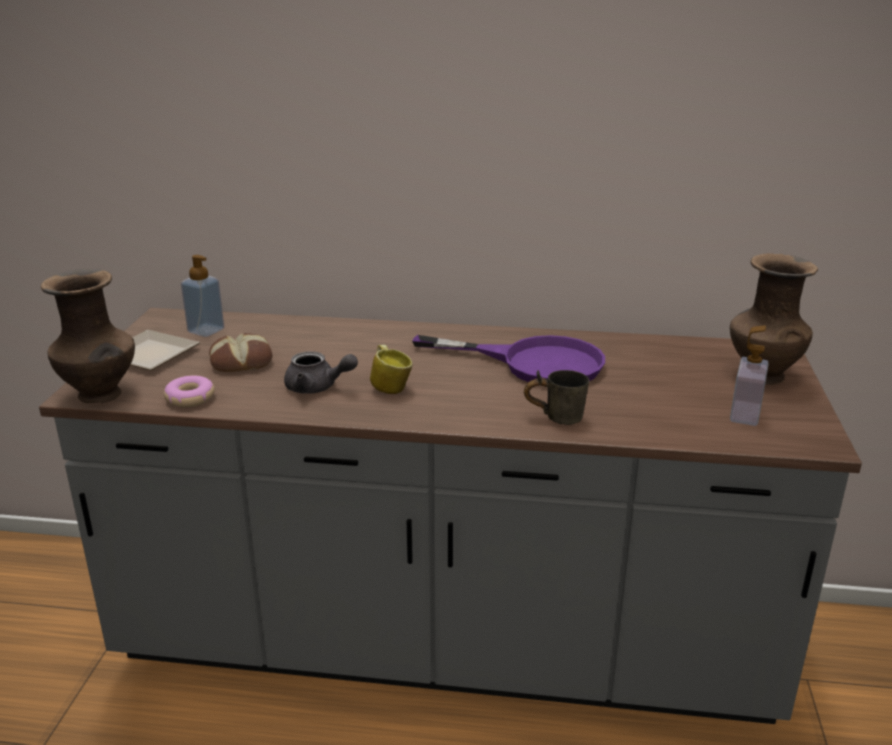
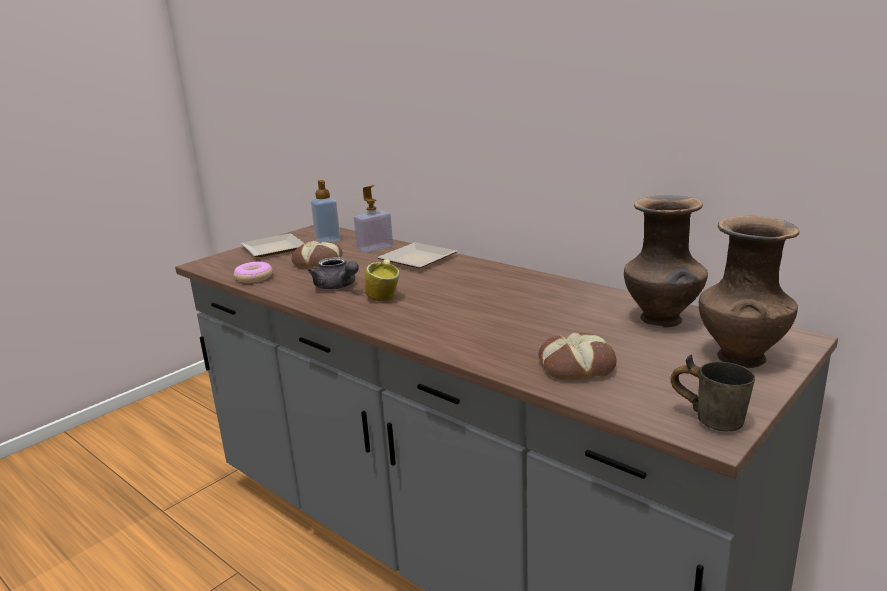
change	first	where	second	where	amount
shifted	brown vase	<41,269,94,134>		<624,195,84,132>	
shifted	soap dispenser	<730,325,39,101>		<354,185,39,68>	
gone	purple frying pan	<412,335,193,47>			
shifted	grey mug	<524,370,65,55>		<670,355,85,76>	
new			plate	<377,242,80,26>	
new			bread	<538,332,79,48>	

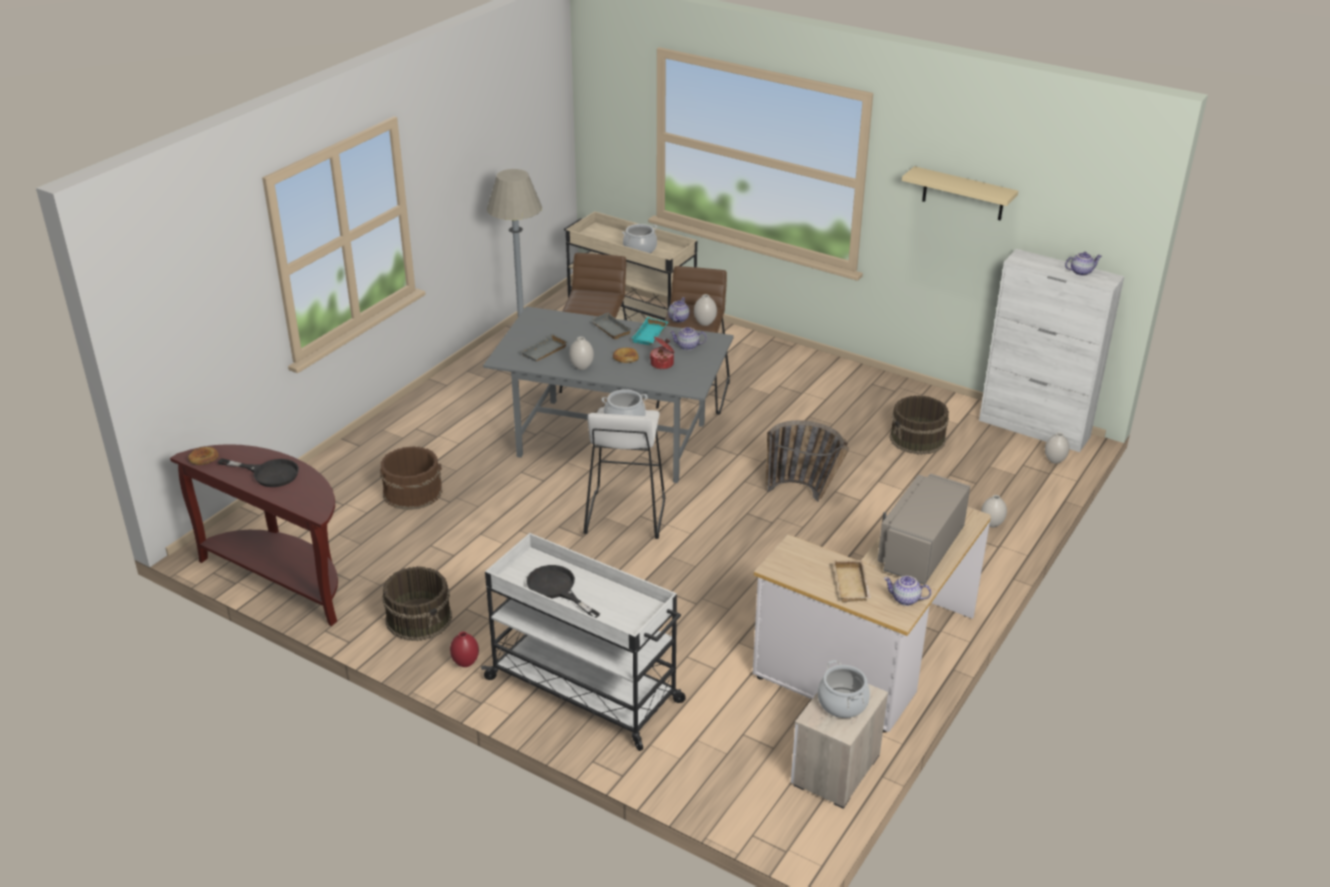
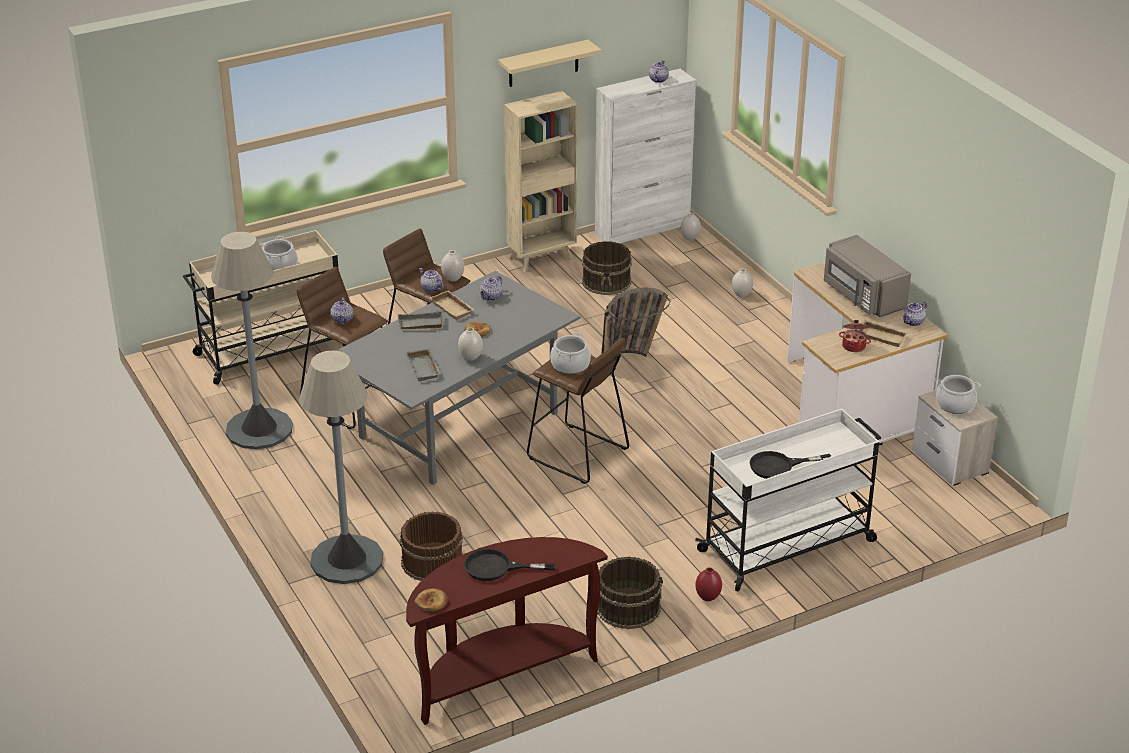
change	first	where	second	where	amount
repainted	turquoise tray	<631,317,37,28>	beige tray	<430,290,45,30>	
shifted	cooking pot	<650,337,24,32>		<839,320,32,32>	
repainted	white stool	<583,407,82,132>	brown stool	<527,338,102,146>	
rotated	black frying pan	<218,458,81,29>		<464,549,92,32>	135 degrees counterclockwise
new			beige bookcase	<504,91,73,182>	
new			teapot	<331,297,22,27>	
new			grey floor lamp	<299,351,84,233>	

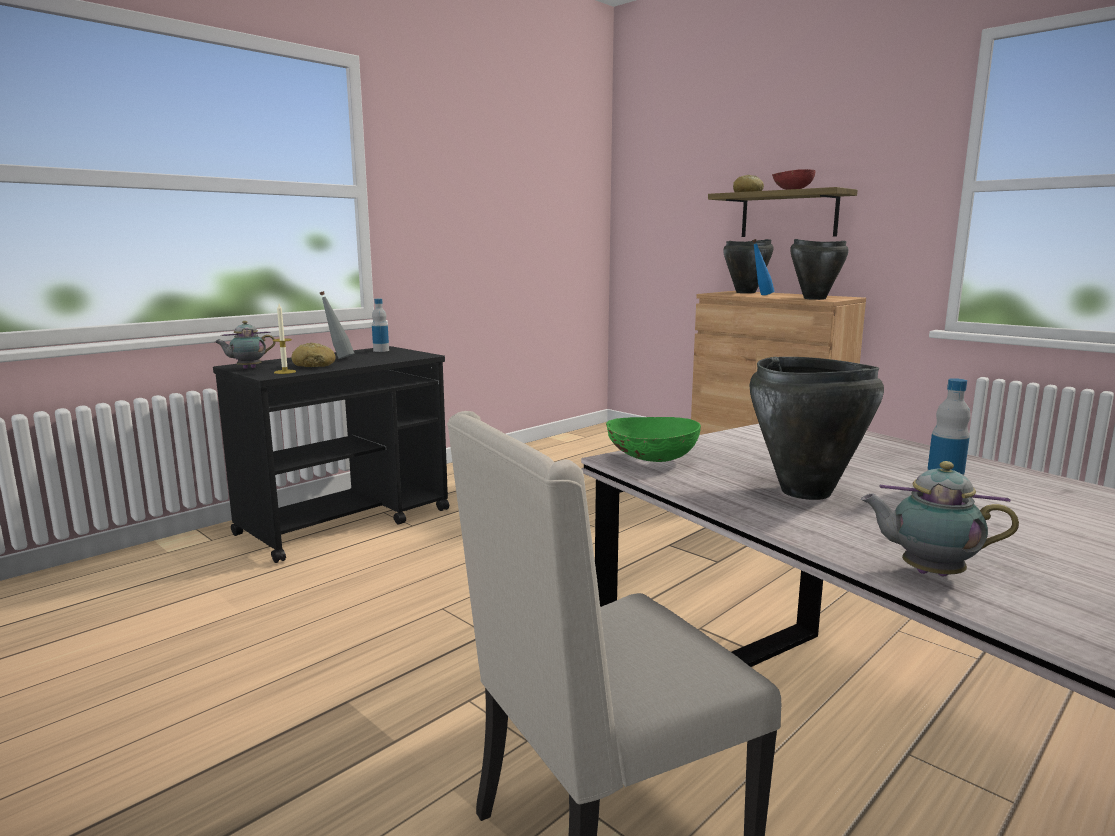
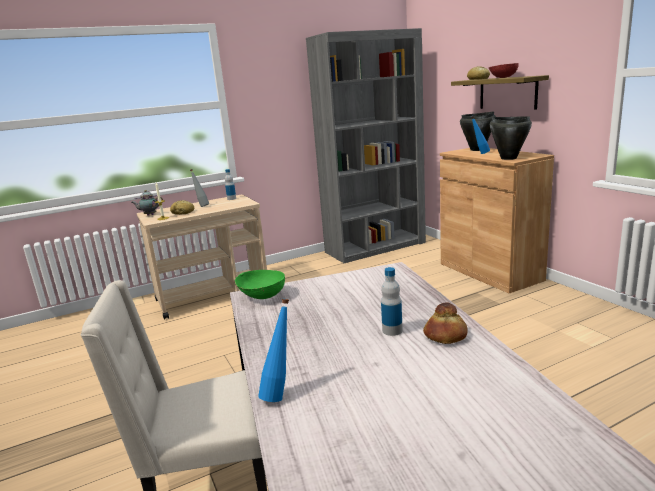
change	first	where	second	where	amount
repainted	black cart	<213,346,236,217>	beige cart	<137,194,130,126>	
gone	black cooking pot	<750,357,134,143>			
swapped	teapot	<861,461,158,115>	blue bottle	<258,299,31,103>	
new			grey bookcase	<306,28,120,235>	
new			bread	<423,302,45,42>	

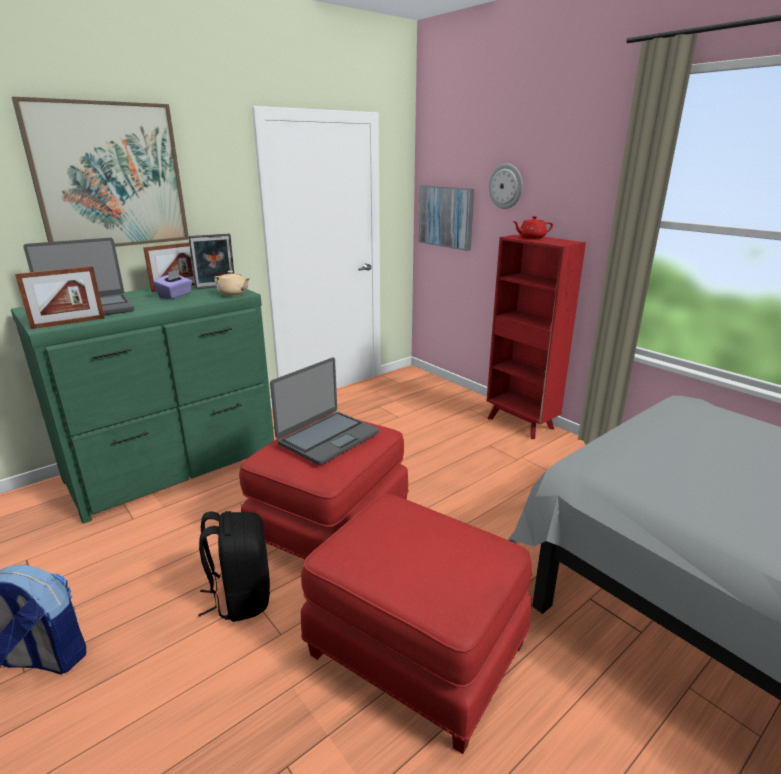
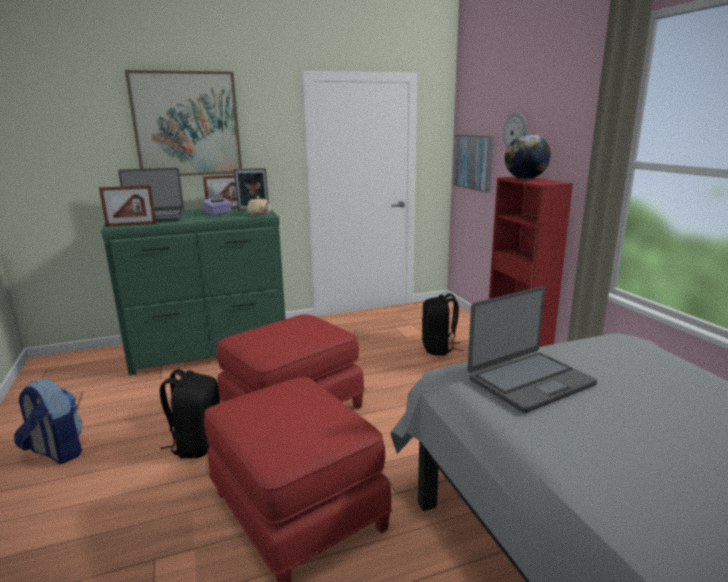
change	first	where	second	where	amount
swapped	red teapot	<512,216,41,23>	globe	<505,134,46,45>	
shifted	laptop	<270,357,109,108>		<467,286,130,127>	
new			black backpack	<422,293,41,62>	

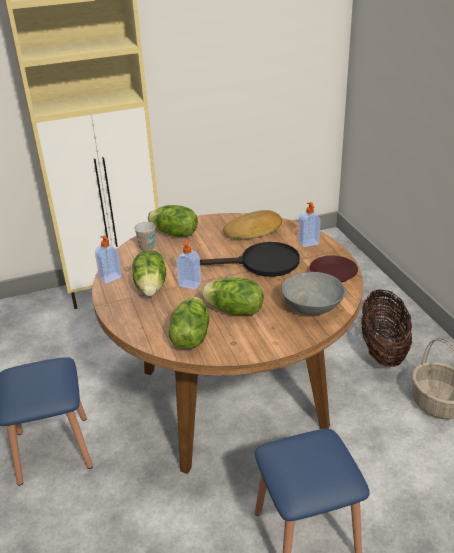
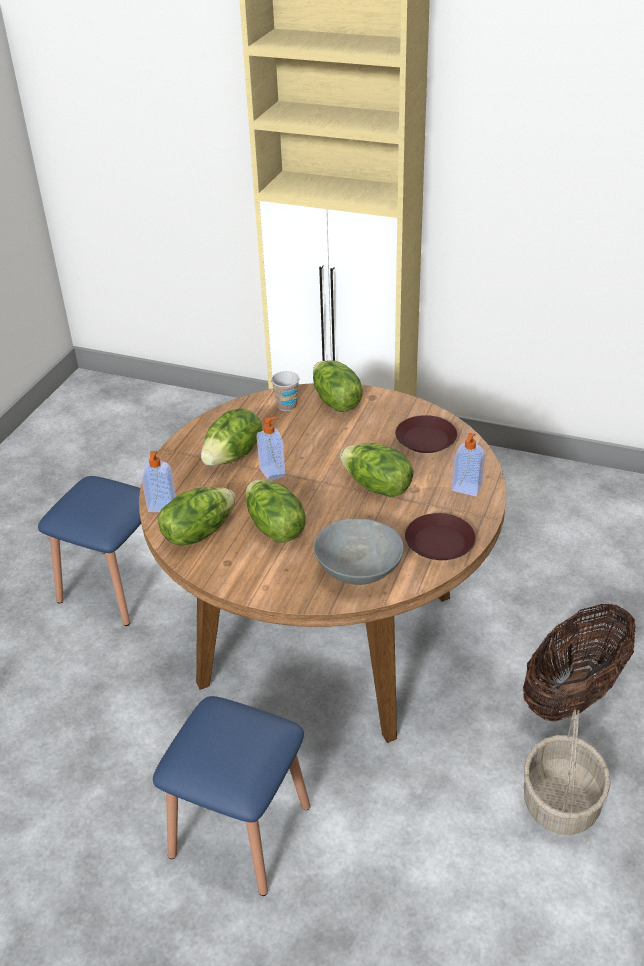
change	first	where	second	where	amount
swapped	bread	<223,210,59,29>	brown plate	<395,415,62,38>	
shifted	soap dispenser	<95,235,27,49>		<142,451,34,61>	
swapped	black frying pan	<200,242,100,35>	lettuce	<340,443,74,54>	

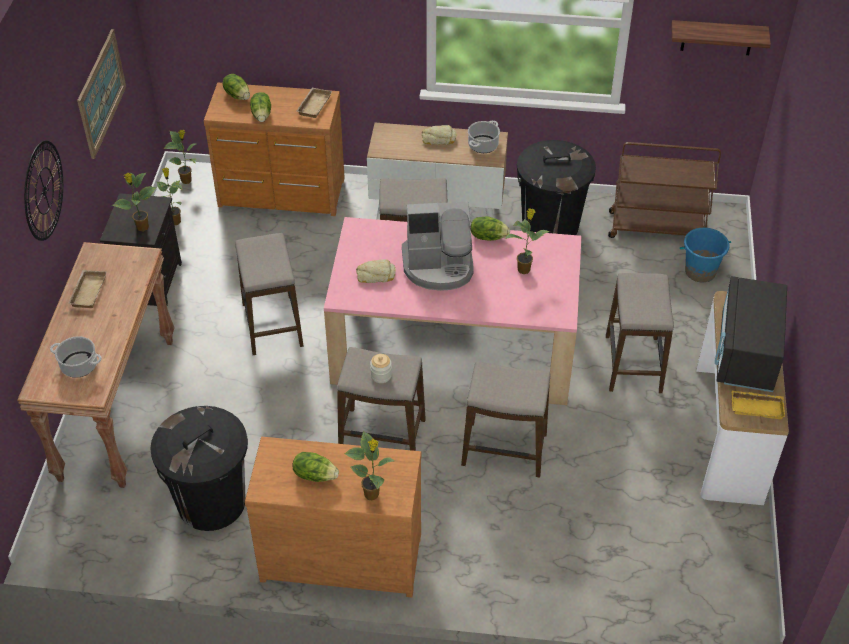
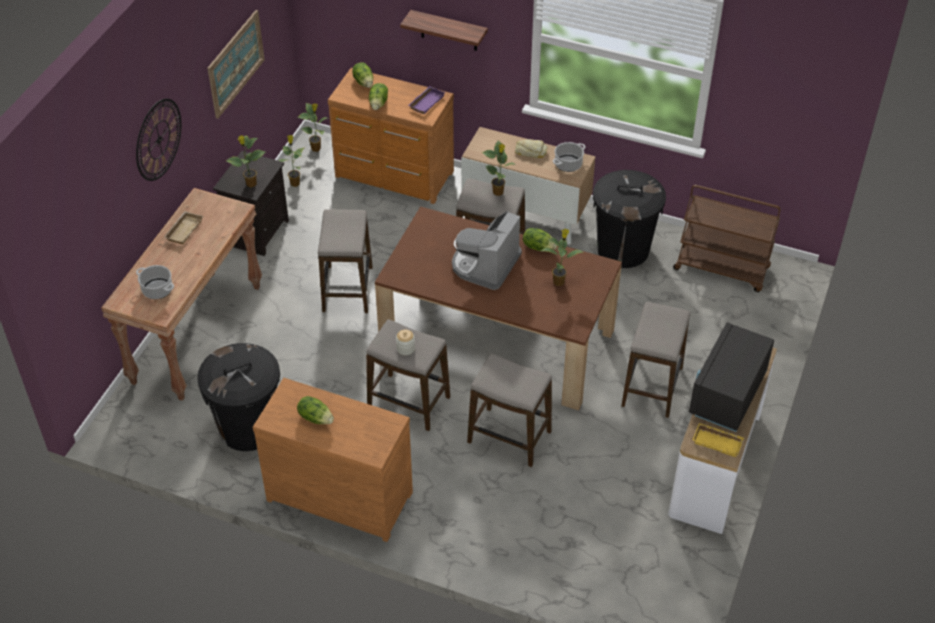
change	first	where	second	where	amount
shifted	shelf	<672,20,99,35>		<400,10,88,41>	
repainted	beige tray	<297,88,35,30>	purple tray	<408,86,37,28>	
rotated	coffee machine	<402,202,72,89>		<452,211,70,79>	105 degrees clockwise
repainted	pink dining table	<324,217,257,188>	brown dining table	<375,206,247,205>	
gone	blue bucket	<680,228,51,54>			
gone	bread	<356,259,40,24>			
shifted	potted plant	<344,431,51,69>		<482,140,33,56>	

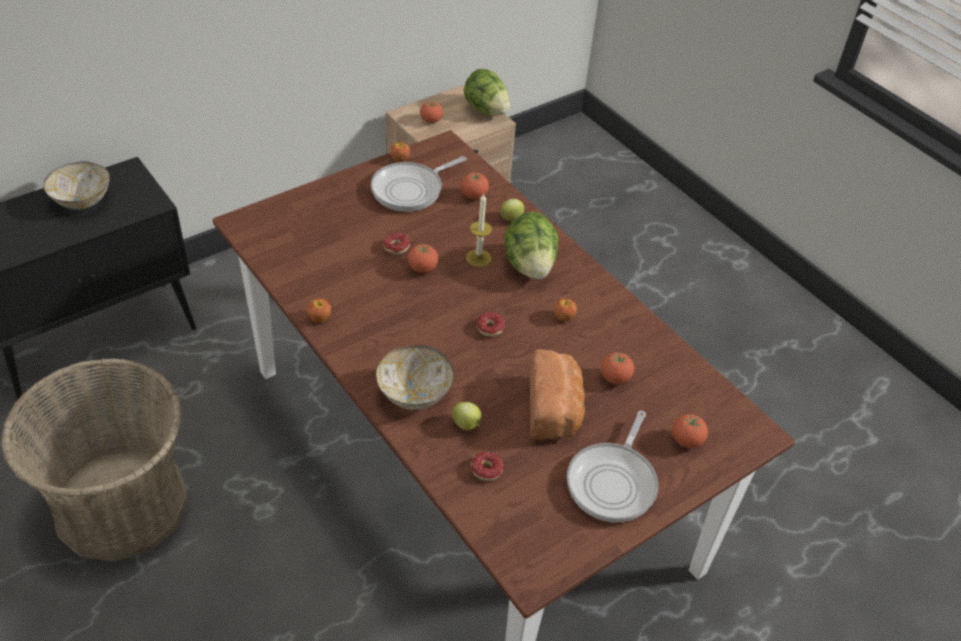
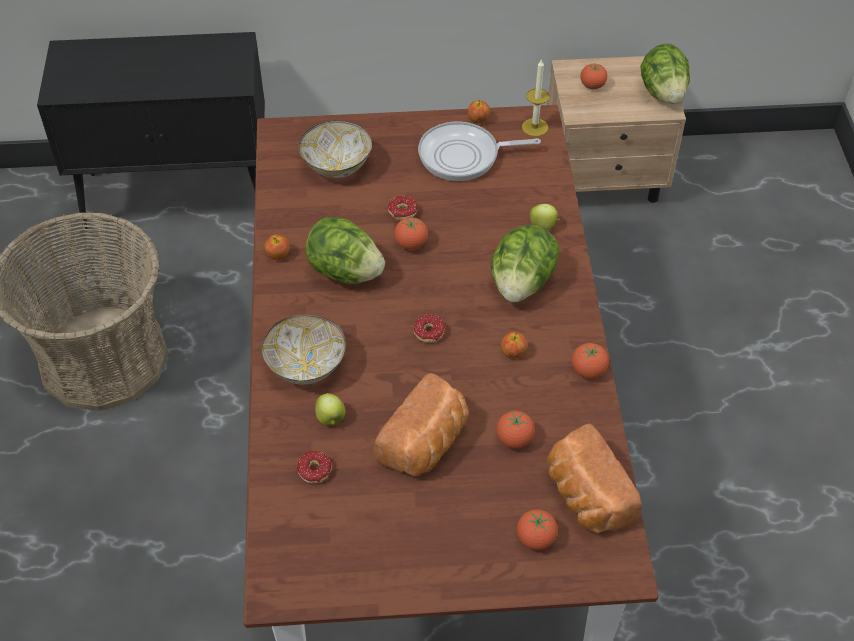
change	first	where	second	where	amount
shifted	bowl	<43,161,67,49>		<299,121,73,57>	
shifted	tomato	<461,172,28,27>		<572,343,37,36>	
shifted	candle	<466,194,26,73>		<522,59,28,78>	
gone	frying pan	<567,411,91,111>			
new			lettuce	<305,217,80,67>	
new			bread	<547,424,95,109>	

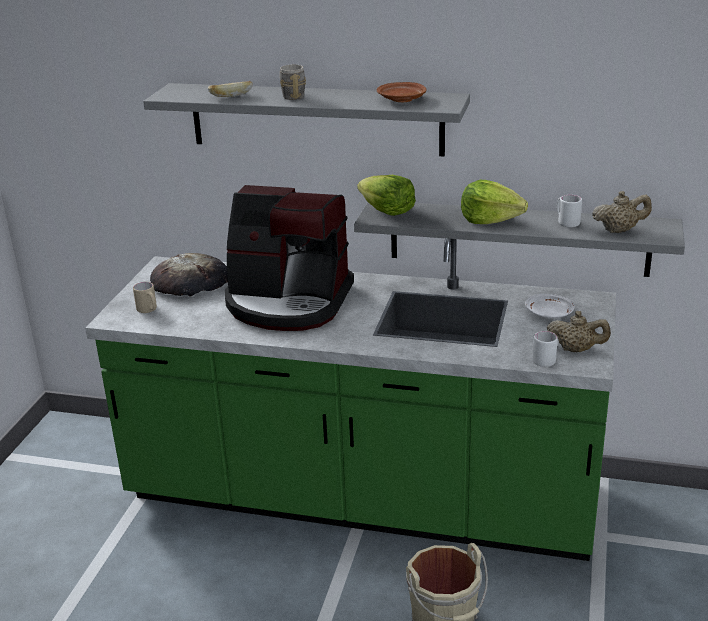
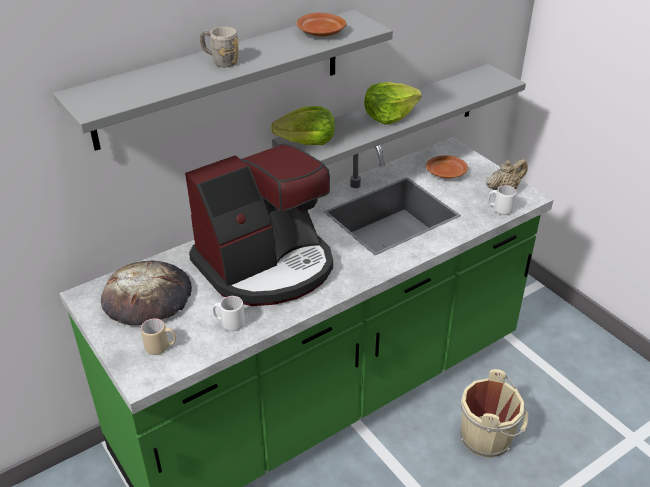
change	first	where	second	where	amount
gone	bread	<208,81,45,16>			
gone	beige teapot	<592,191,60,42>			
shifted	white mug	<557,195,25,32>		<213,296,32,35>	
repainted	white plate	<525,294,49,24>	brown plate	<426,156,42,22>	

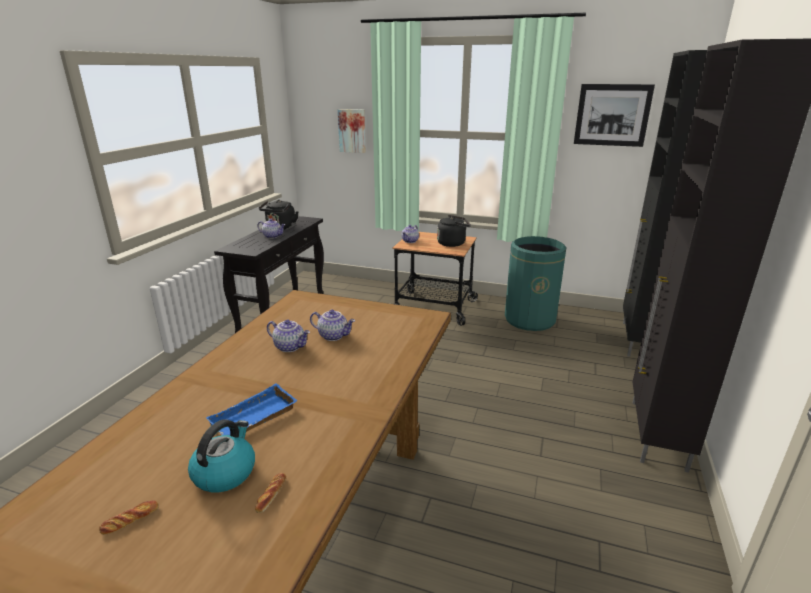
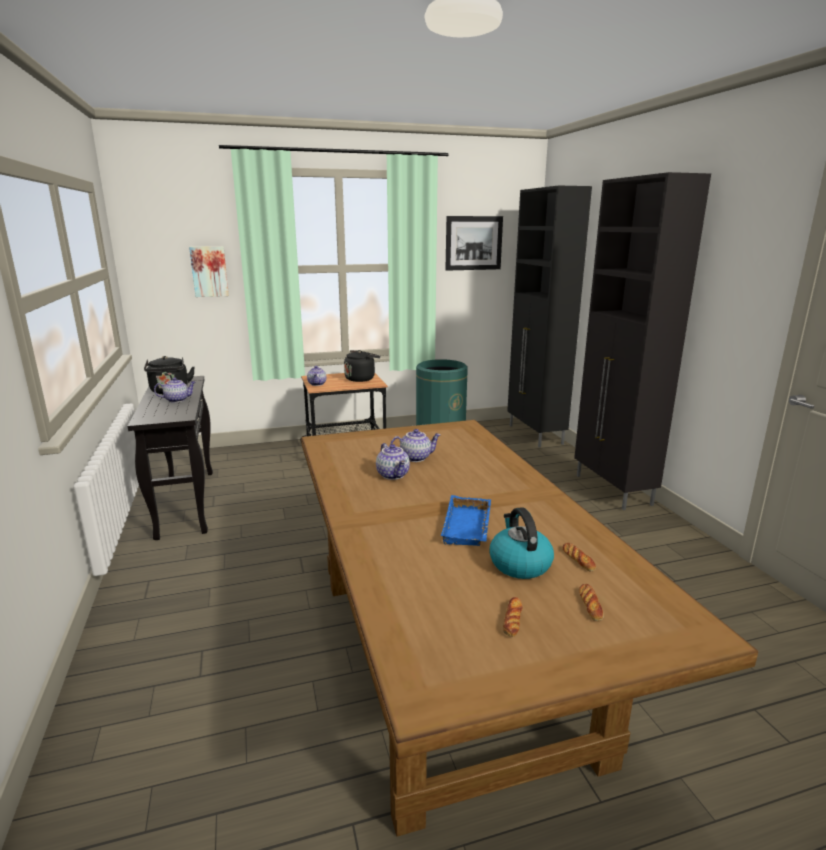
change	first	where	second	where	amount
rotated	teapot	<267,320,43,32>		<376,443,34,37>	75 degrees clockwise
new			bread	<579,584,25,37>	

